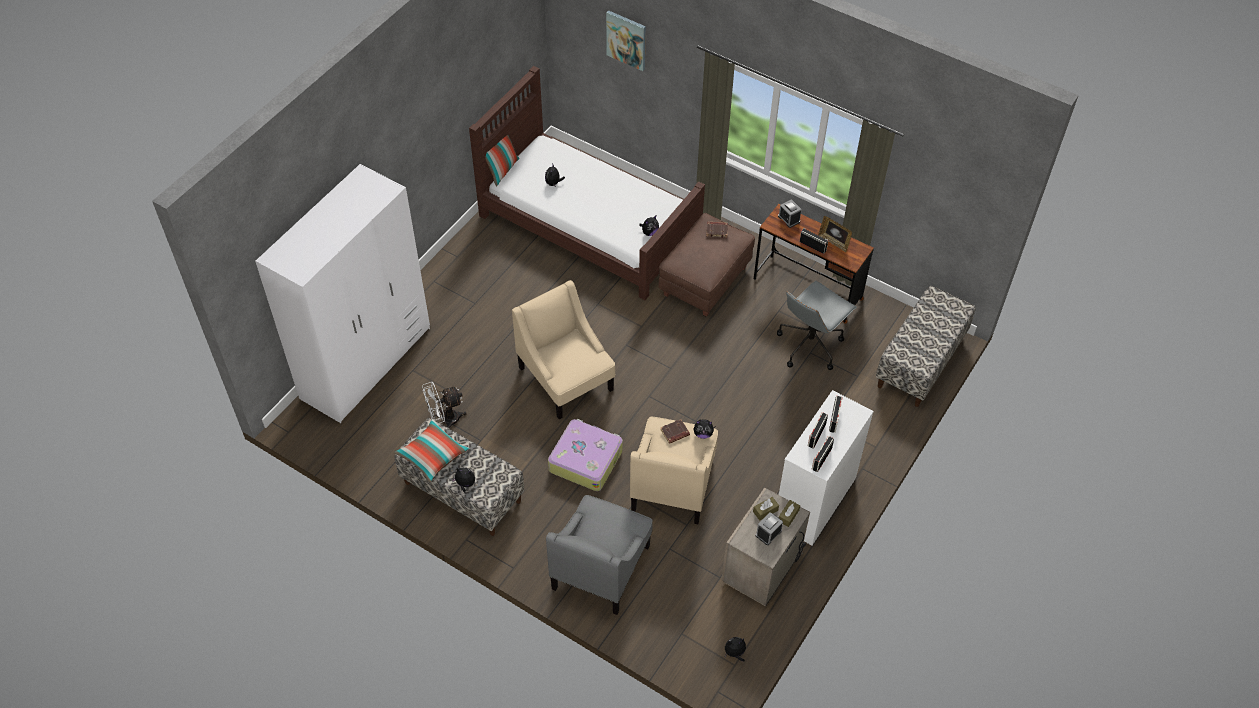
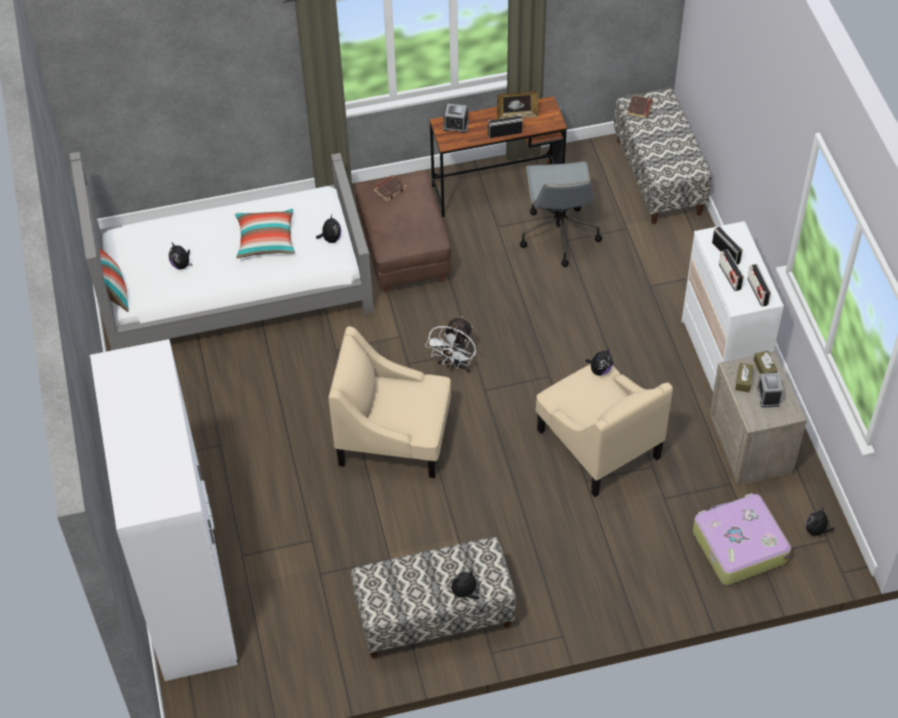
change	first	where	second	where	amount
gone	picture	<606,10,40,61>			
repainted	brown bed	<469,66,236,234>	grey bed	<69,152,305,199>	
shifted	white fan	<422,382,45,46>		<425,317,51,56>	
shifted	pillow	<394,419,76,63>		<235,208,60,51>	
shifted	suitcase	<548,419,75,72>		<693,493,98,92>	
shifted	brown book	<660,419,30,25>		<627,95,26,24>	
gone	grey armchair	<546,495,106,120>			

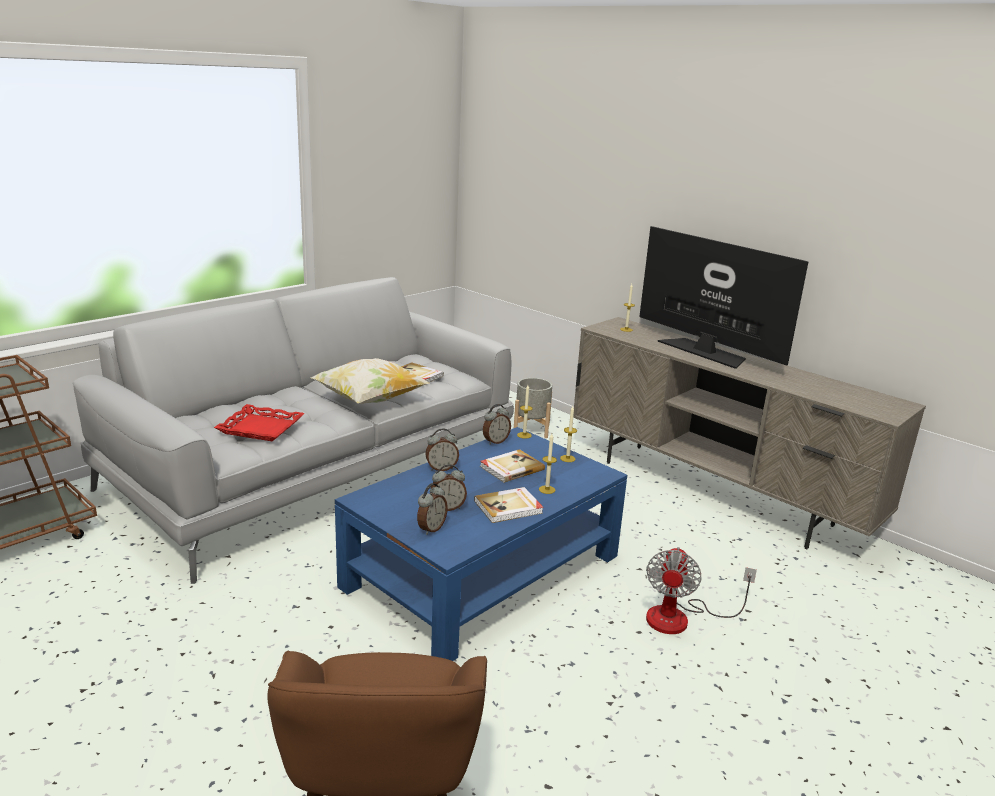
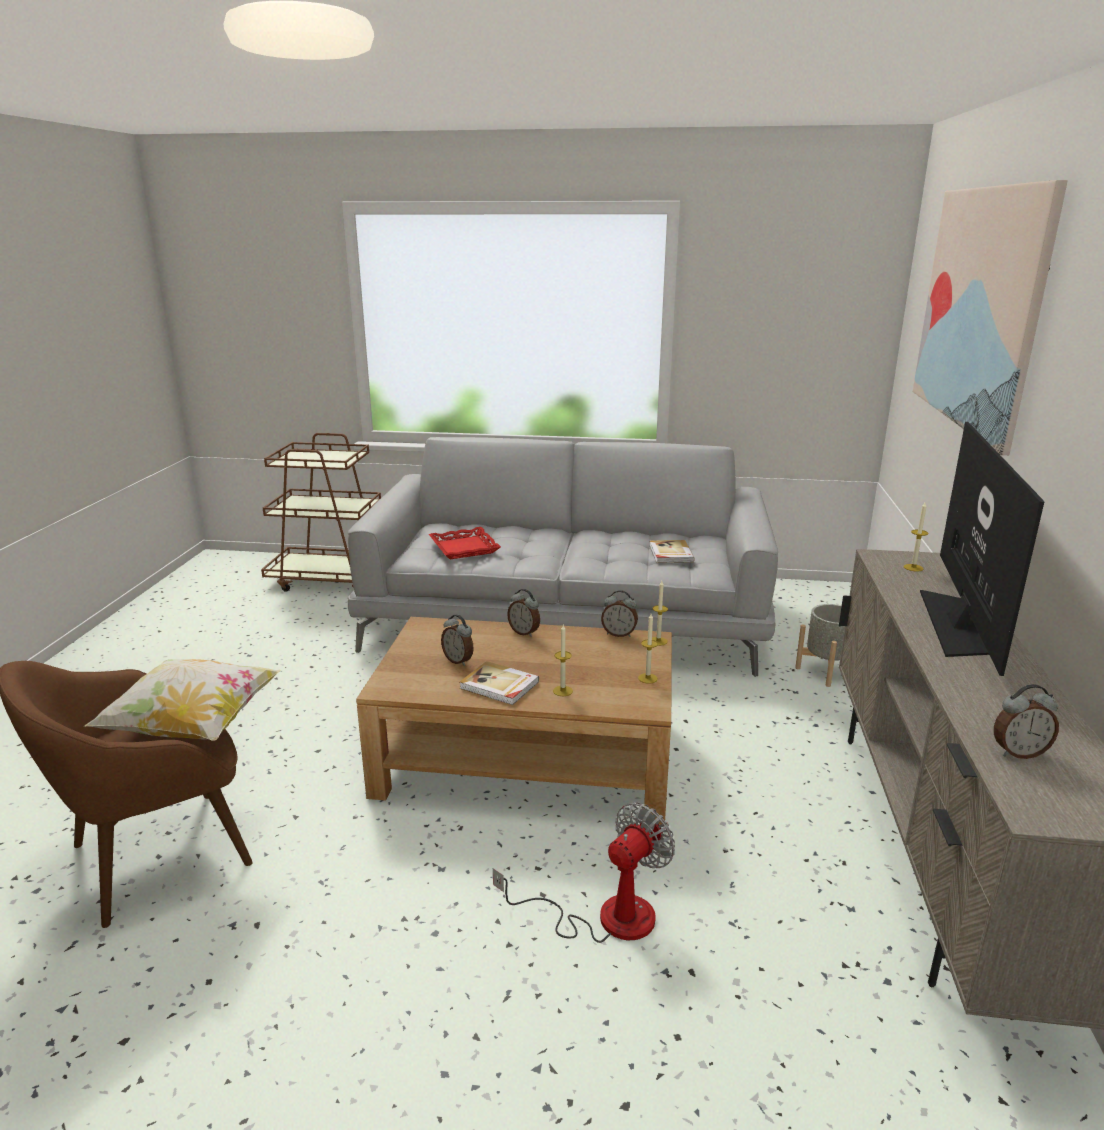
change	first	where	second	where	amount
shifted	pillow	<310,358,119,46>		<84,659,197,82>	
repainted	blue coffee table	<335,427,292,234>	brown coffee table	<356,617,316,208>	
gone	book	<480,449,65,34>			
shifted	alarm clock	<417,483,31,52>		<994,684,65,75>	
rotated	fan	<646,547,111,87>		<493,802,182,141>	150 degrees clockwise
new			picture	<913,180,155,275>	

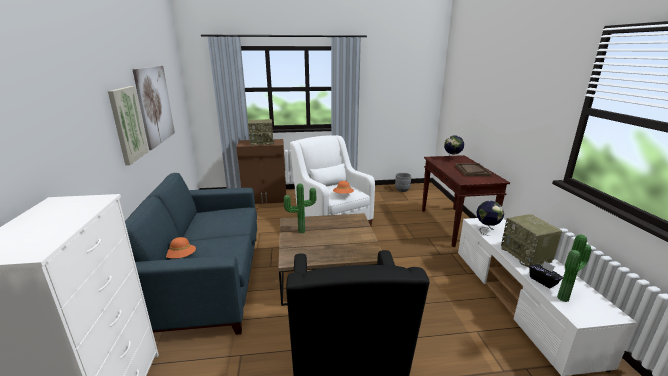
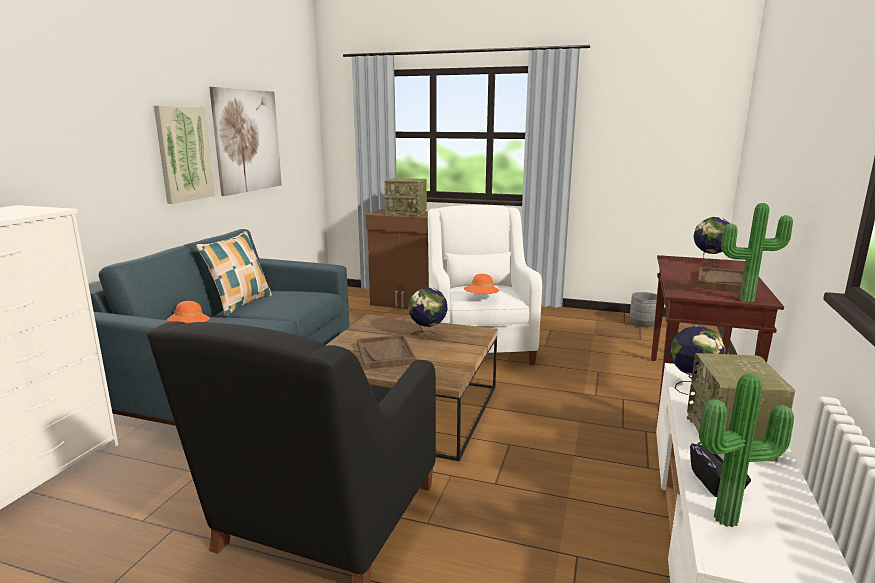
change	first	where	second	where	amount
shifted	potted plant	<284,183,33,50>		<721,203,72,100>	
new			pillow	<196,231,76,86>	
new			globe	<408,287,40,50>	
new			brown tray	<357,335,60,34>	

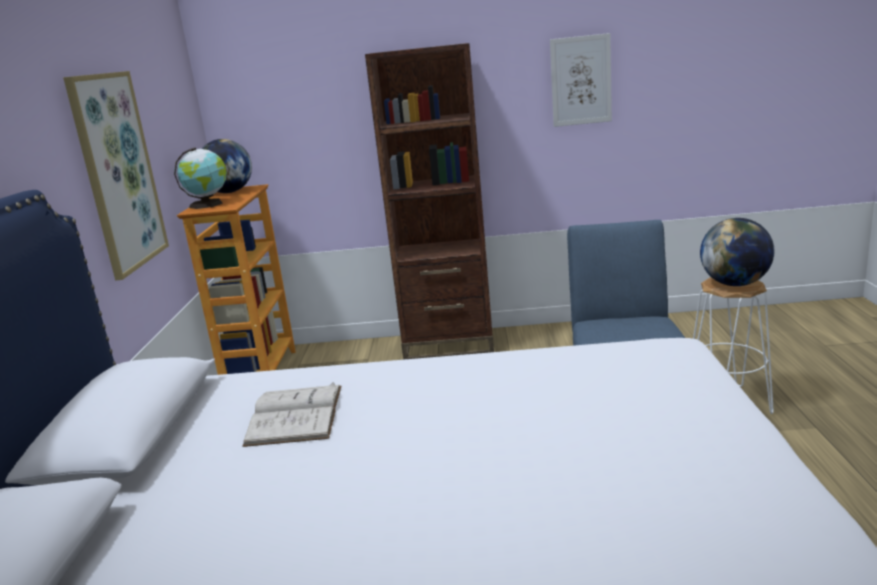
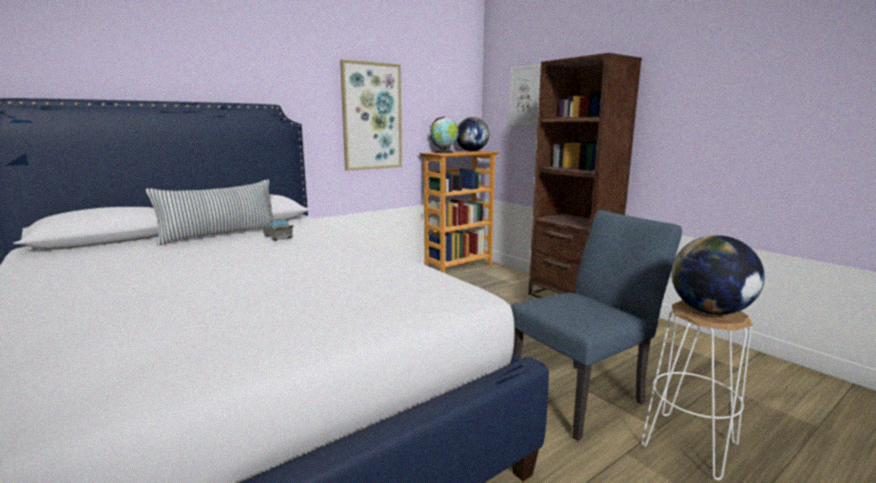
change	first	where	second	where	amount
shifted	picture	<550,33,62,94>		<508,64,33,61>	
swapped	white book	<243,382,98,65>	grey toy car	<262,218,32,23>	
new			pillow	<146,179,128,67>	

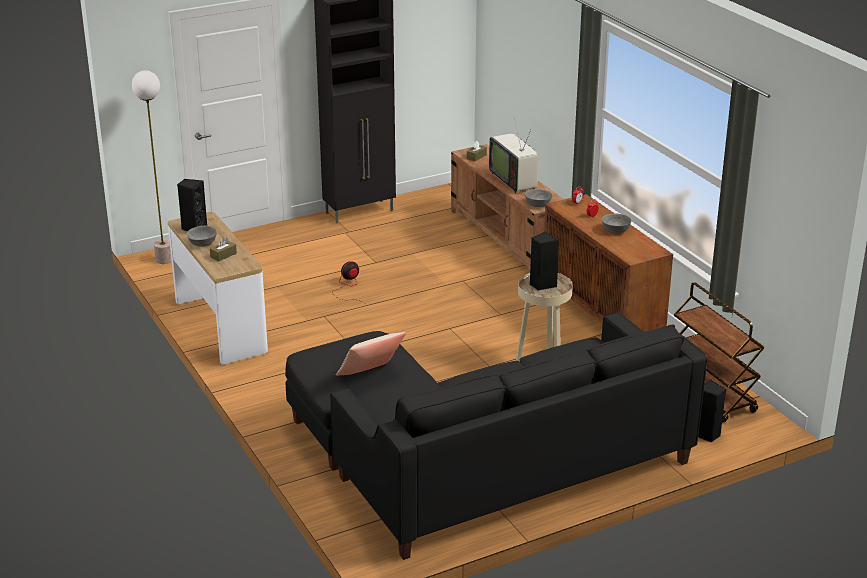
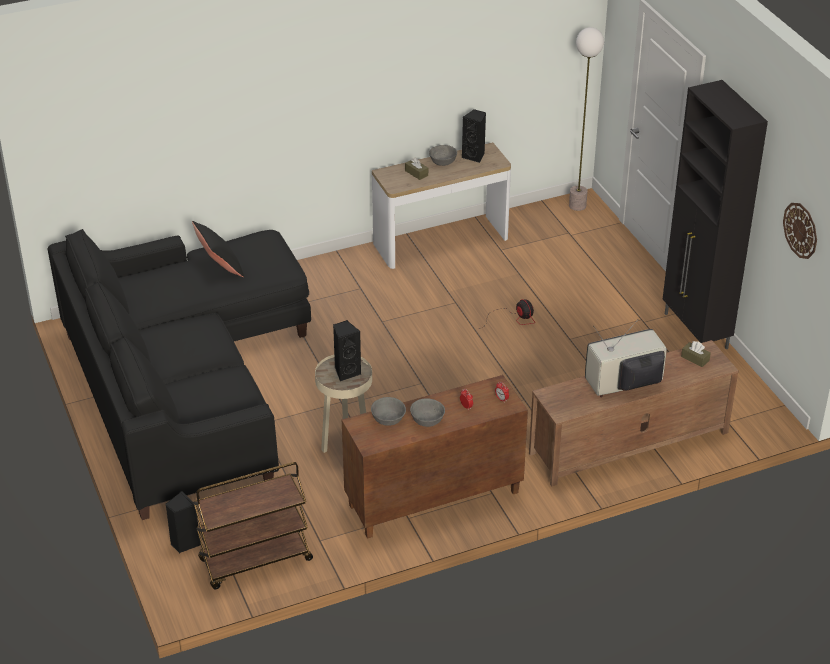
change	first	where	second	where	amount
shifted	grey bowl	<525,189,27,18>		<371,397,35,29>	
repainted	beige pillow	<336,332,70,44>	black pillow	<192,221,52,56>	
new			wall clock	<783,203,34,56>	

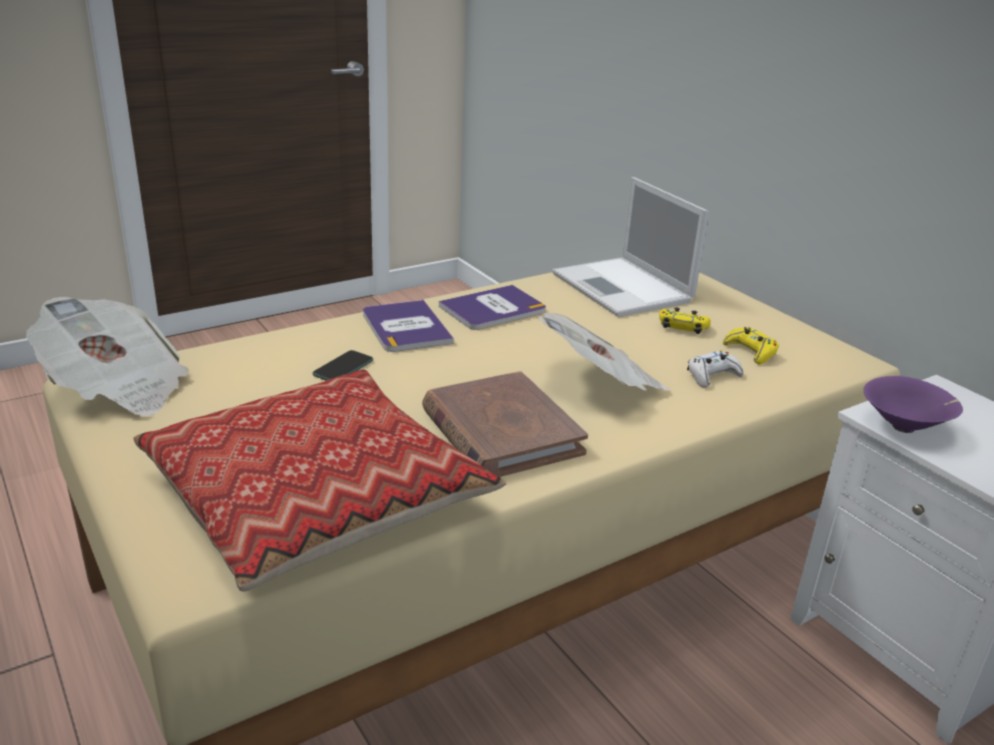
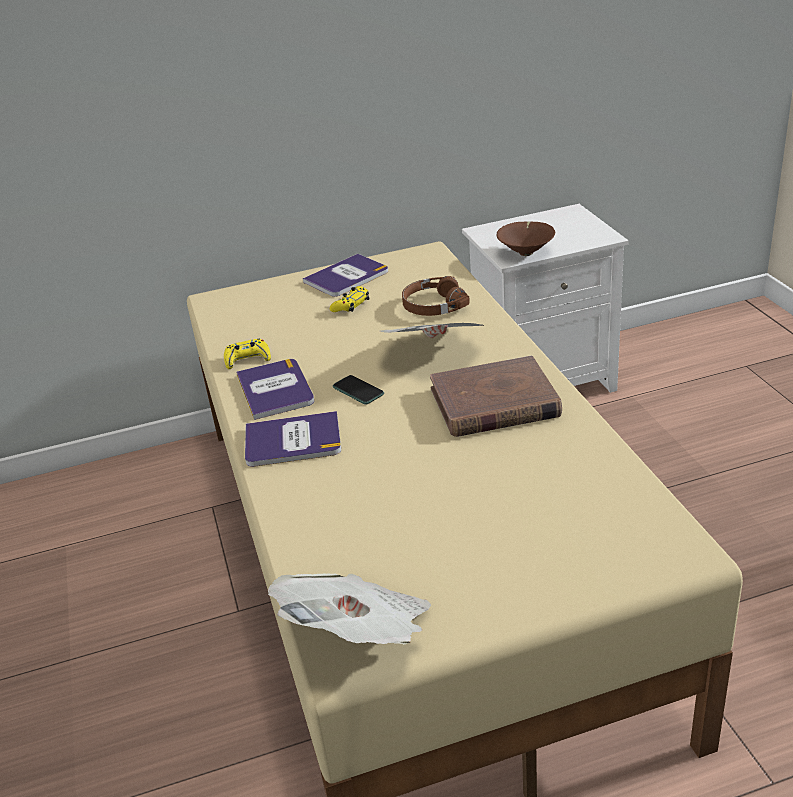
change	first	where	second	where	amount
gone	laptop	<552,177,157,140>			
shifted	yellow game controller	<723,327,56,37>		<224,339,47,30>	
shifted	phone	<312,350,61,30>		<333,375,51,30>	
swapped	white game controller	<687,351,57,37>	brown headphones	<402,276,68,40>	
gone	pillow	<133,369,373,222>			
repainted	purple bowl	<863,376,100,57>	brown bowl	<497,221,58,35>	
new			book	<303,254,85,43>	

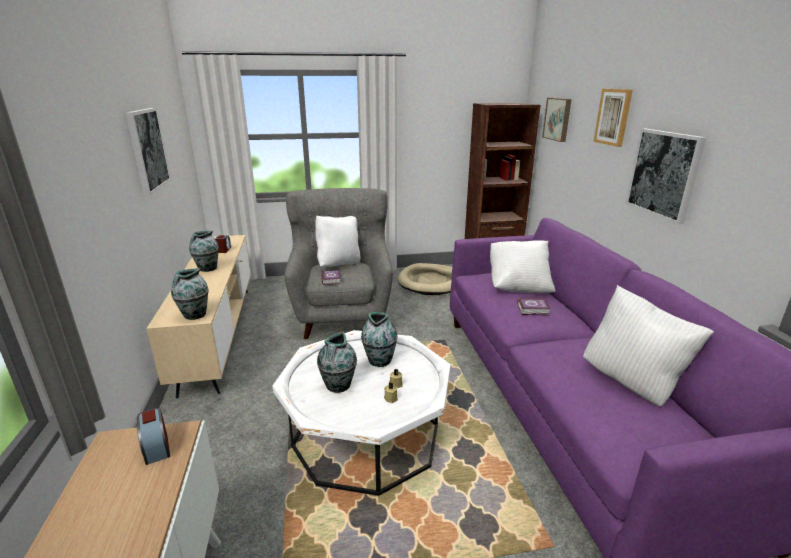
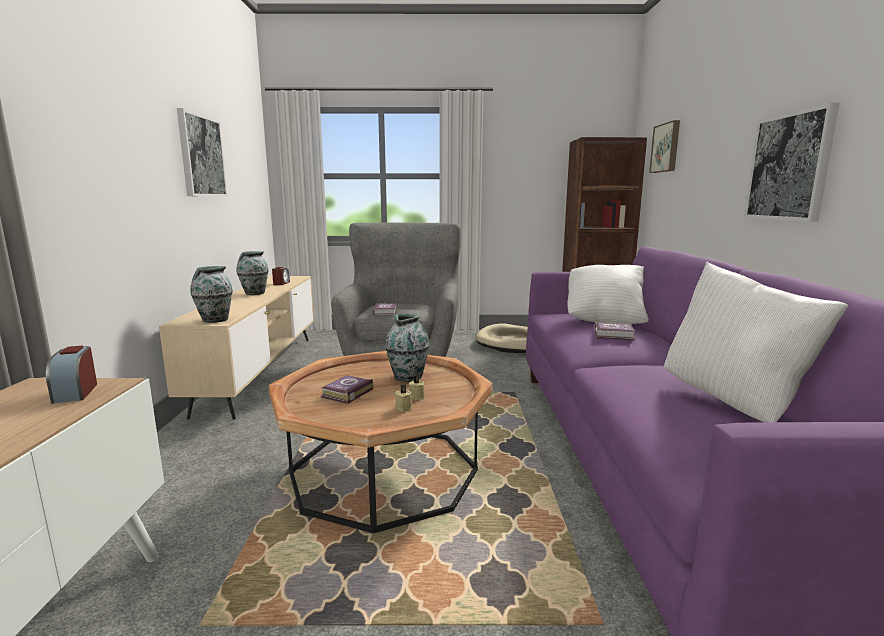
change	first	where	second	where	amount
gone	picture	<593,89,40,58>			
gone	white pillow	<315,216,45,51>			
repainted	white coffee table	<272,330,179,166>	brown coffee table	<269,351,224,182>	
swapped	vase	<317,331,40,62>	book	<321,375,52,29>	

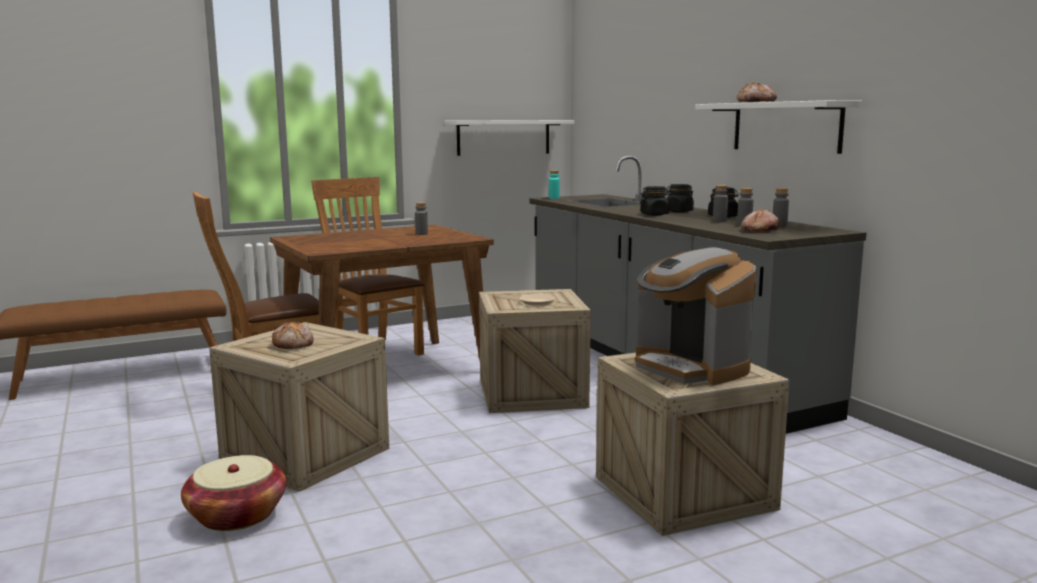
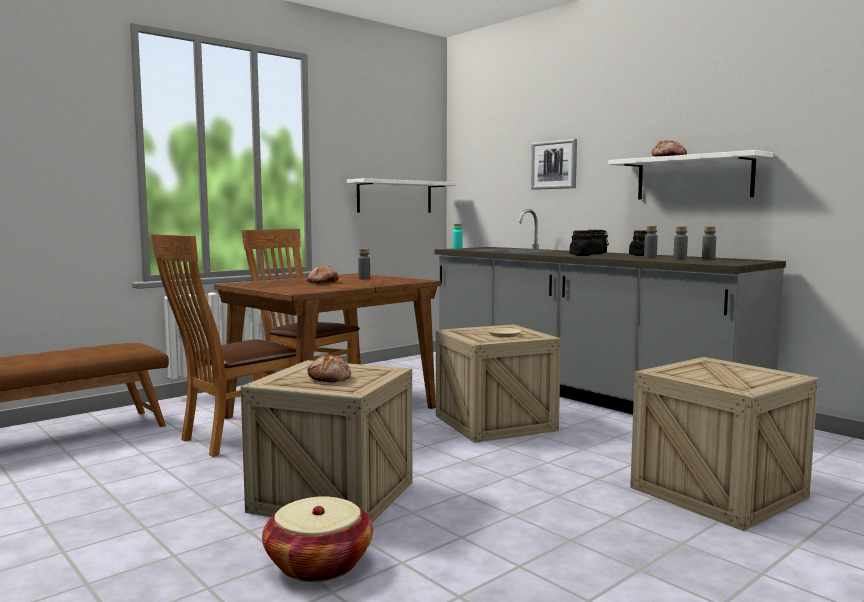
change	first	where	second	where	amount
shifted	bread	<741,209,38,22>		<307,265,32,18>	
gone	coffee machine	<635,247,122,138>			
new			picture	<531,139,46,51>	

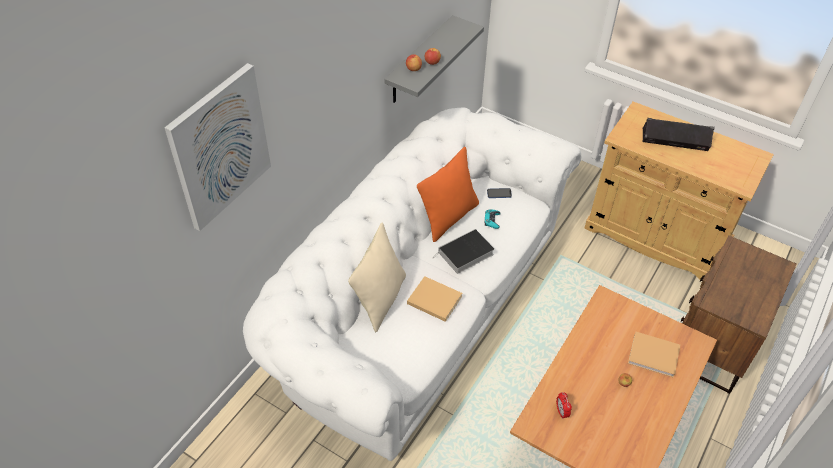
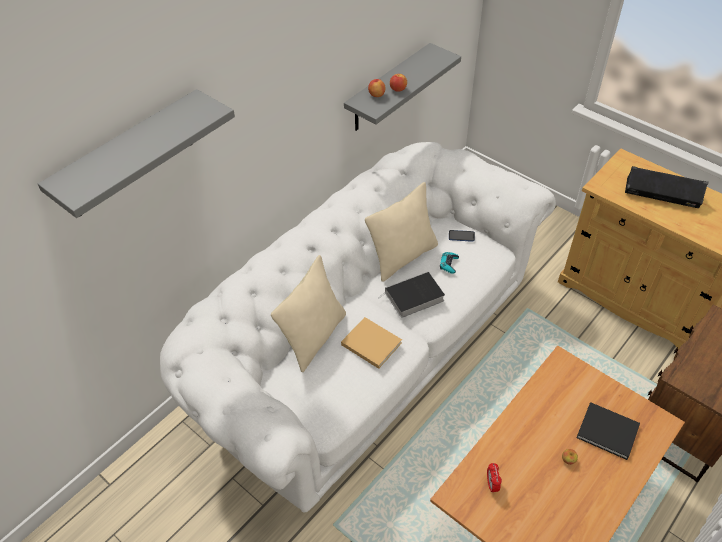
change	first	where	second	where	amount
swapped	picture	<164,63,107,168>	grey shelf	<38,89,197,129>	
repainted	orange pillow	<417,147,62,95>	beige pillow	<365,182,73,100>	
repainted	beige book	<628,332,52,46>	black book	<576,402,64,58>	

